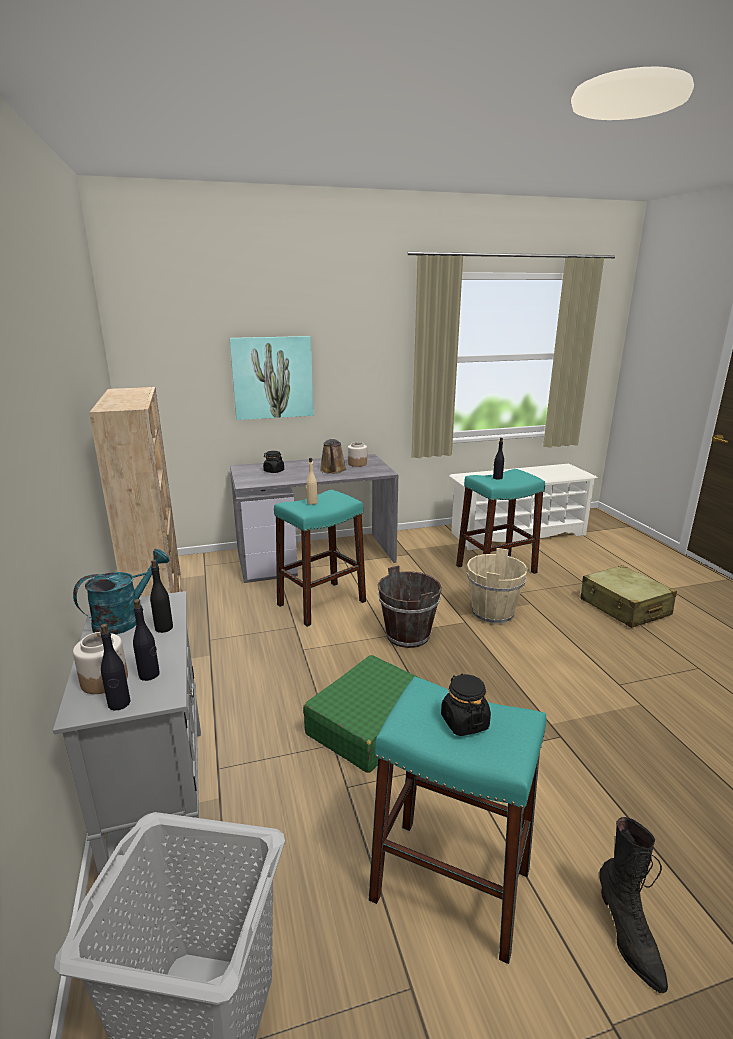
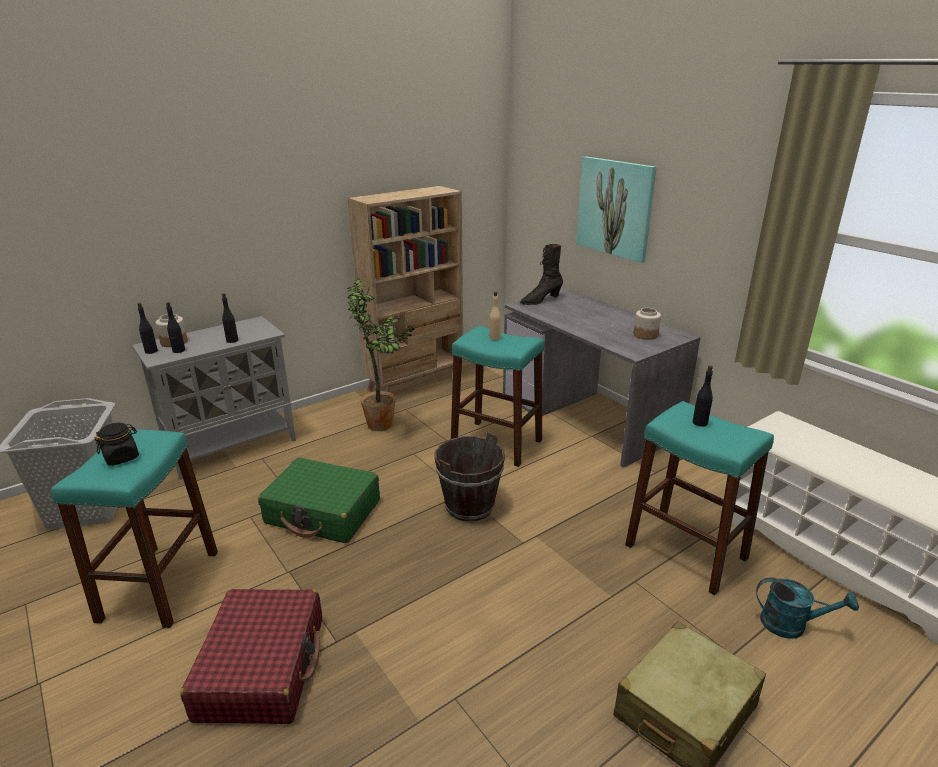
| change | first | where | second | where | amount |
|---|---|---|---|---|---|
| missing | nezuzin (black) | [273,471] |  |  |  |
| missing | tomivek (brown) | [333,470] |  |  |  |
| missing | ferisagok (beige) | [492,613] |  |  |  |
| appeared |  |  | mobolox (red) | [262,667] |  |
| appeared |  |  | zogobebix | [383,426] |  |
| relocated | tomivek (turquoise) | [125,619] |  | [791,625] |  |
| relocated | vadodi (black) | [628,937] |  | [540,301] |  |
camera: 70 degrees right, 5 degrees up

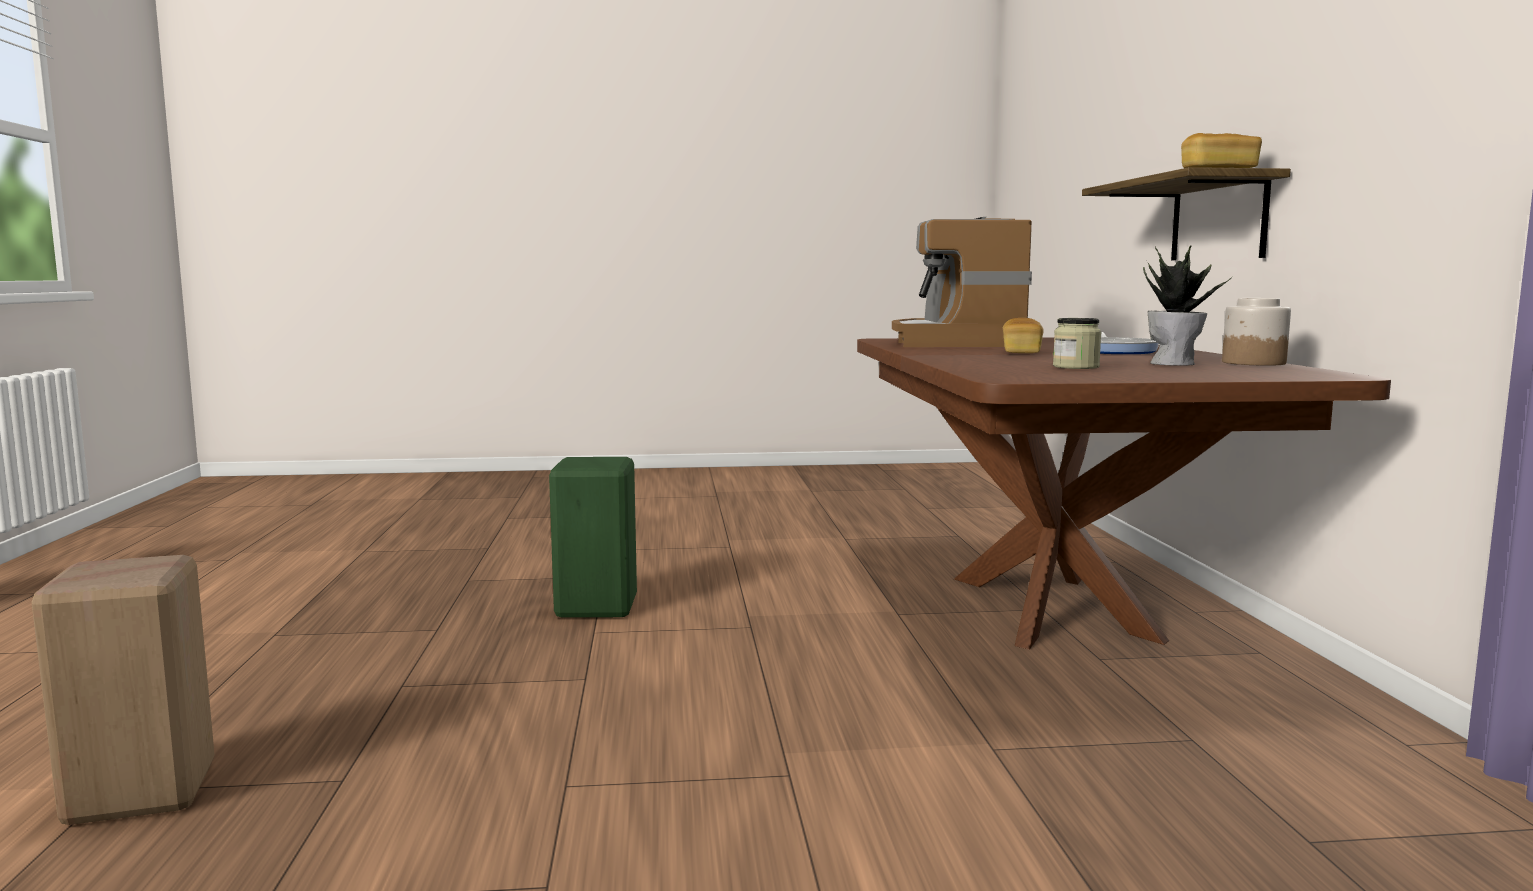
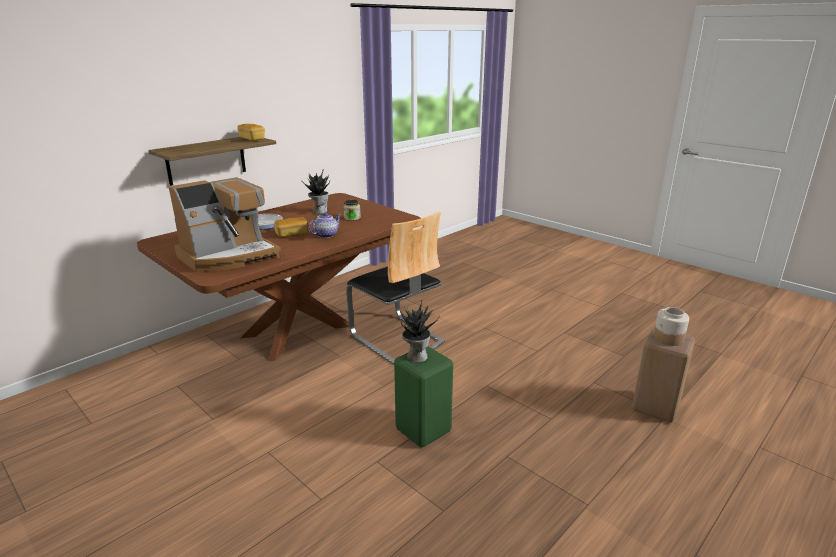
| change | first | where | second | where | amount |
|---|---|---|---|---|---|
| appeared |  |  | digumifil | [326,235] |  |
| appeared |  |  | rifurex | [396,339] |  |
| appeared |  |  | zogobebix | [416,356] |  |
| relocated | nezuzin | [1253,363] |  | [668,338] |  |
camera: 130 degrees left, 15 degrees up

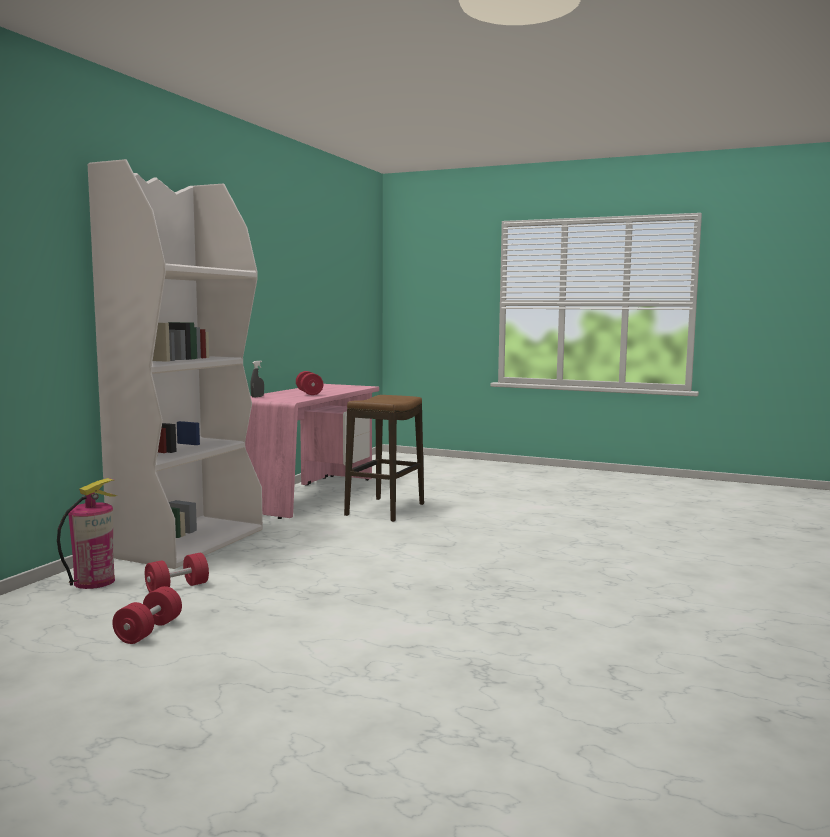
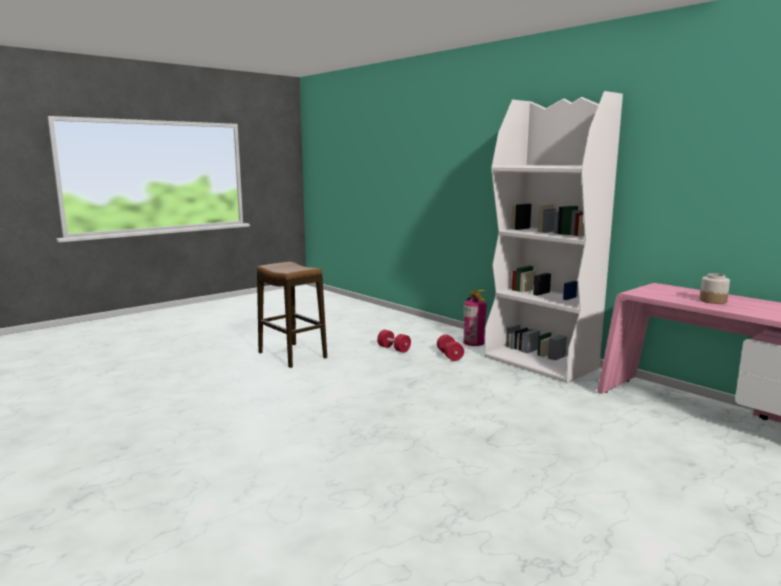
| change | first | where | second | where | amount |
|---|---|---|---|---|---|
| missing | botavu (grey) | [257,397] |  |  |  |
| relocated | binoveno | [385,510] |  | [292,355] |  |
| exchanged | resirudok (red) | [309,393] | nezuzin | [713,301] |  |
camera: 115 degrees right, 5 degrees up

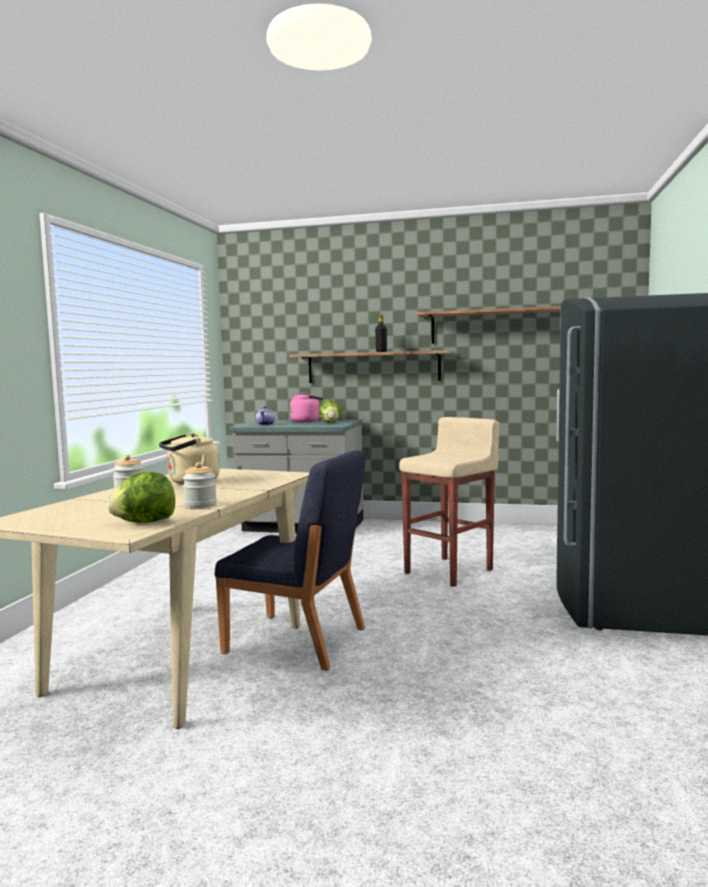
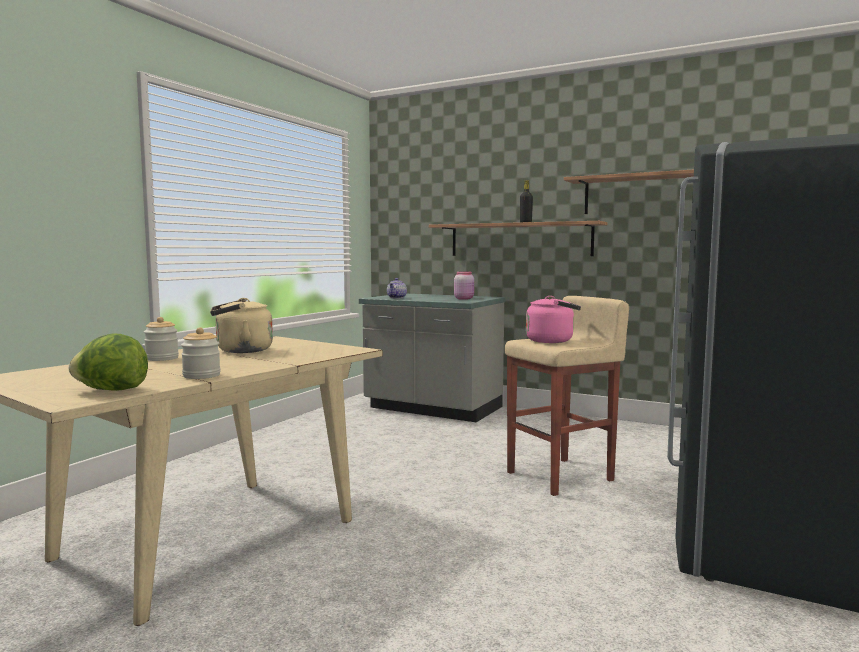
| change | first | where | second | where | amount |
|---|---|---|---|---|---|
| missing | rifurex (blue) | [297,641] |  |  |  |
| relocated | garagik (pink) | [307,421] |  | [552,341] |  |
| exchanged | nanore | [330,423] | nezuzin (pink) | [464,299] |  |
camera: 15 degrees right, 0 degrees up

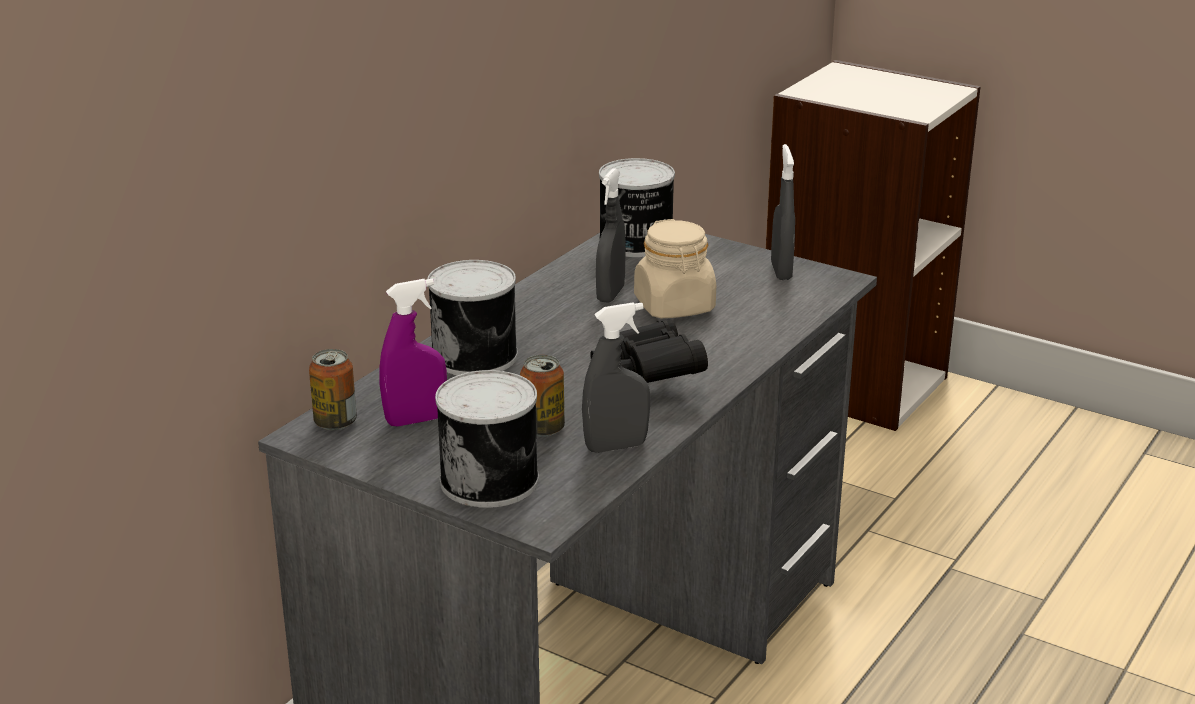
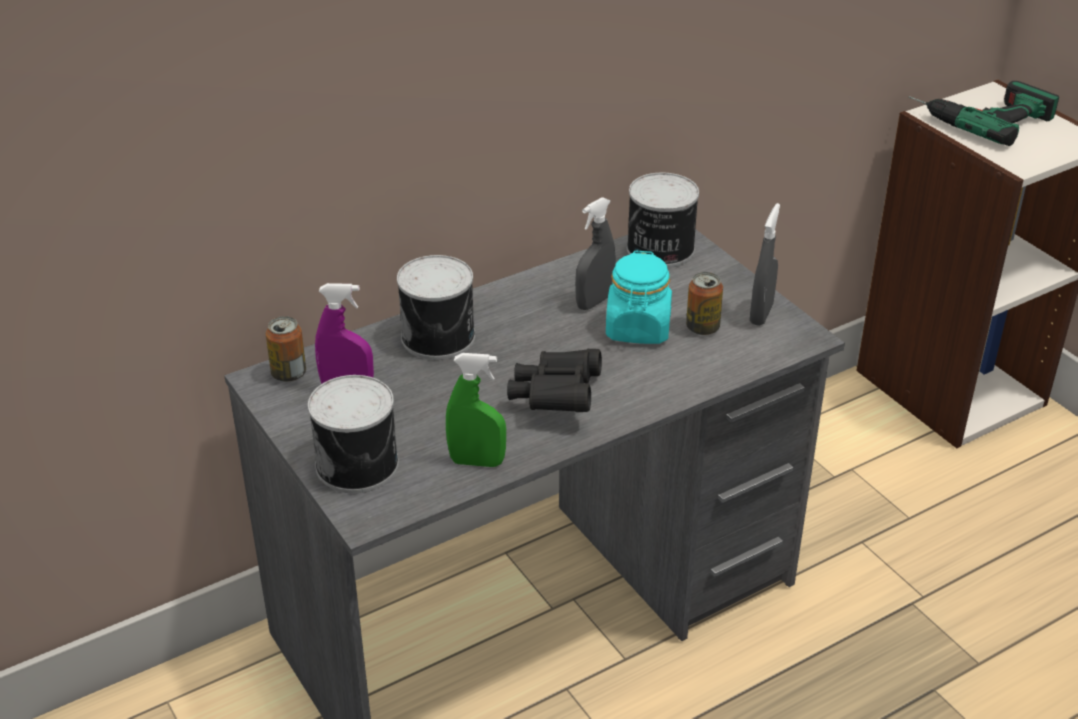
| change | first | where | second | where | amount |
|---|---|---|---|---|---|
| appeared |  |  | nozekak | [978,114] |  |
| relocated | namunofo | [543,428] |  | [702,328] |  |
| colour | botavu (grey) | [616,446] | botavu (green) | [477,462] |  |
| colour | nezuzin (beige) | [674,306] | nezuzin (turquoise) | [638,328] |  |
camera: 25 degrees right, 10 degrees up

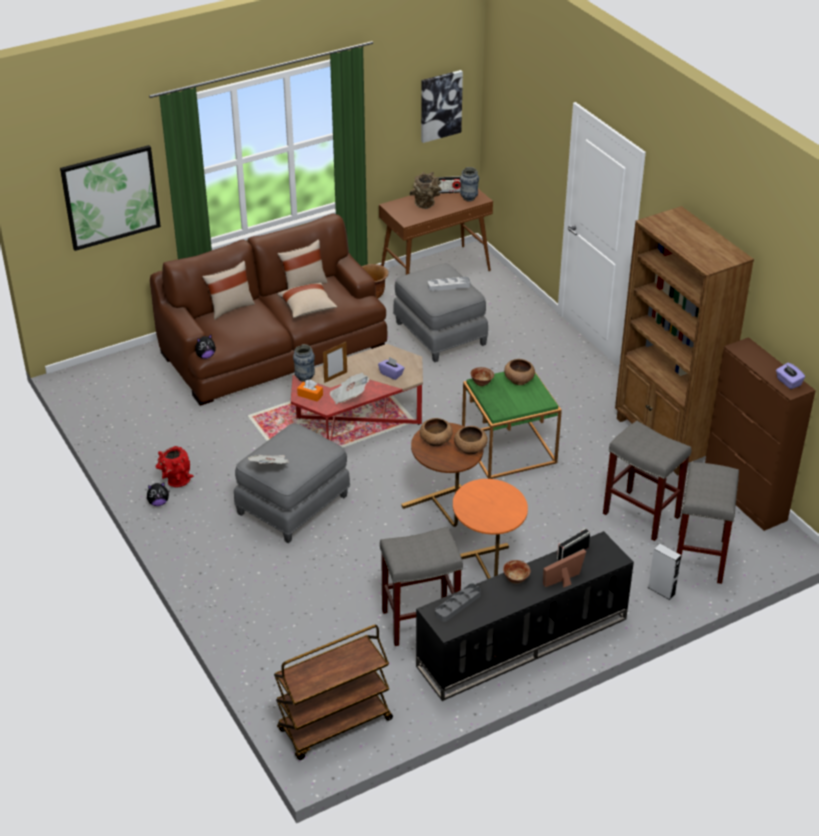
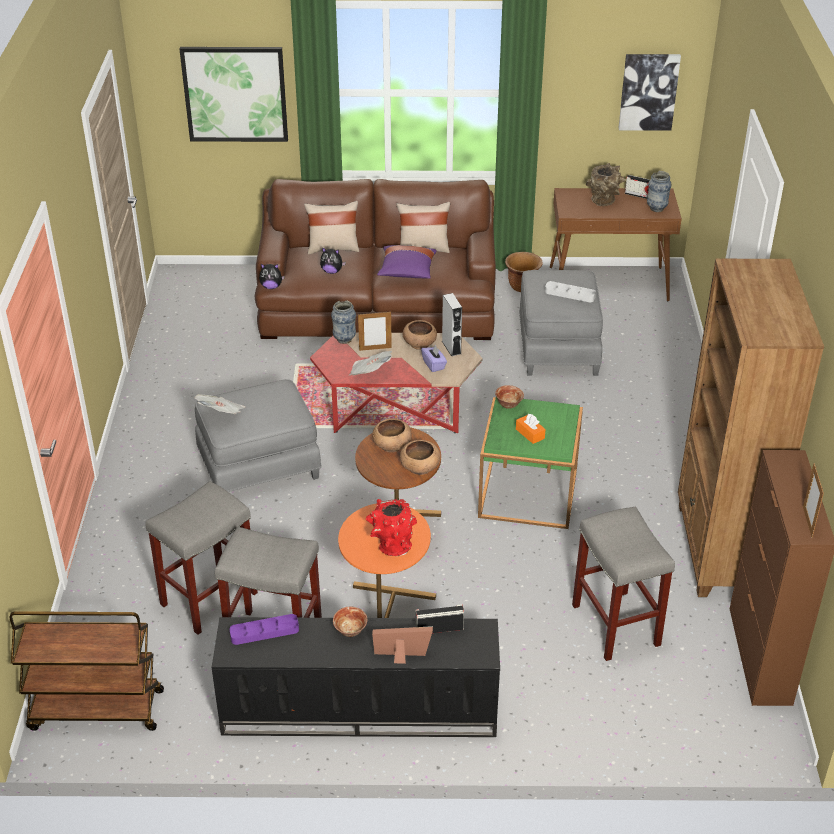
| change | first | where | second | where | amount |
|---|---|---|---|---|---|
| relocated | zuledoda | [158,503] |  | [332,271] |  |
| relocated | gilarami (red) | [176,482] |  | [391,547] |  |
| relocated | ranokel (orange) | [310,395] |  | [530,434] |  |
| relocated | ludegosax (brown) | [519,379] |  | [420,343] |  |
| relocated | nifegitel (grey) | [661,591] |  | [451,347] |  |
| relocated | binoveno (grey) | [700,558] |  | [208,599] |  |
| exchanged | ranokel (purple) | [788,382] | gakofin | [807,522] |  |
| colour | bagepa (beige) | [307,308] | bagepa (purple) | [407,272] |  |
| colour | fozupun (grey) | [458,605] | fozupun (purple) | [264,632] |  |
camera: 30 degrees right, 0 degrees up

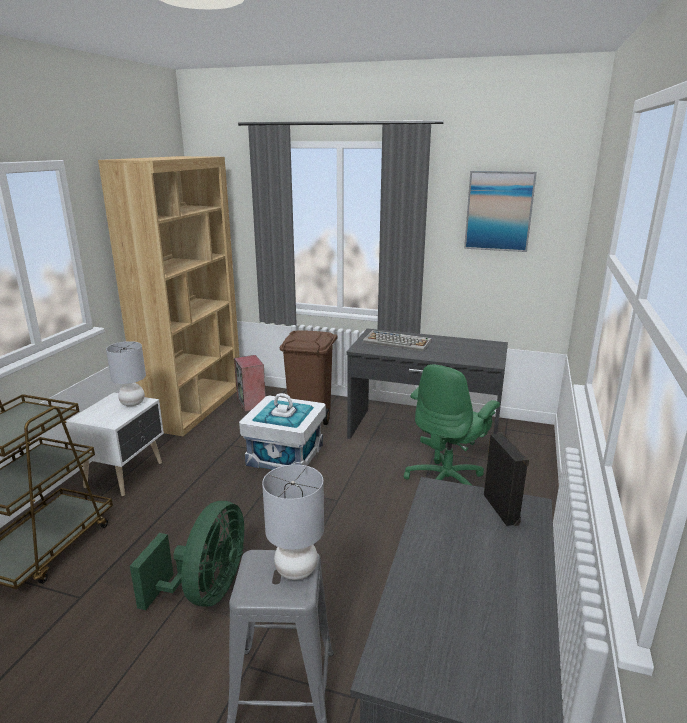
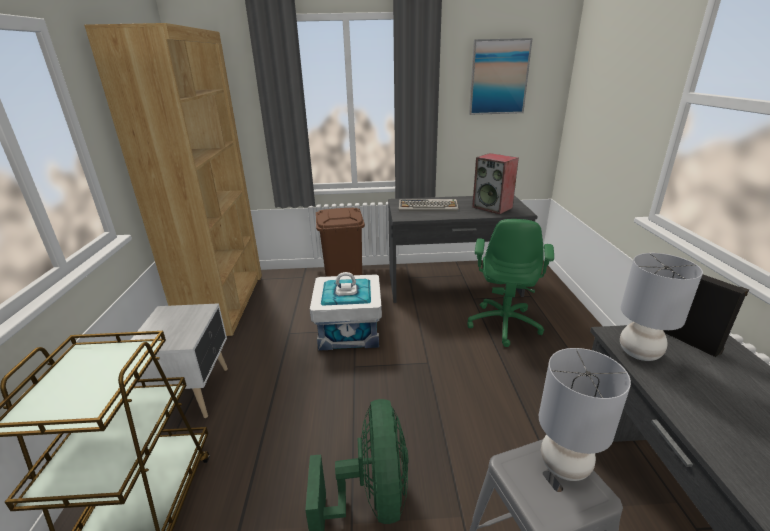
| change | first | where | second | where | amount |
|---|---|---|---|---|---|
| relocated | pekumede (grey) | [132,403] |  | [639,353] |  |
| relocated | nifegitel | [252,403] |  | [493,207] |  |
camera: 20 degrees left, 5 degrees up

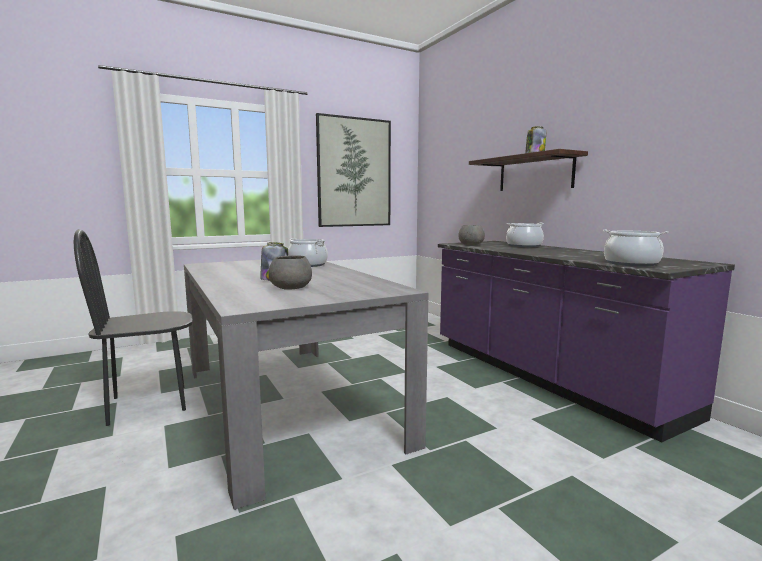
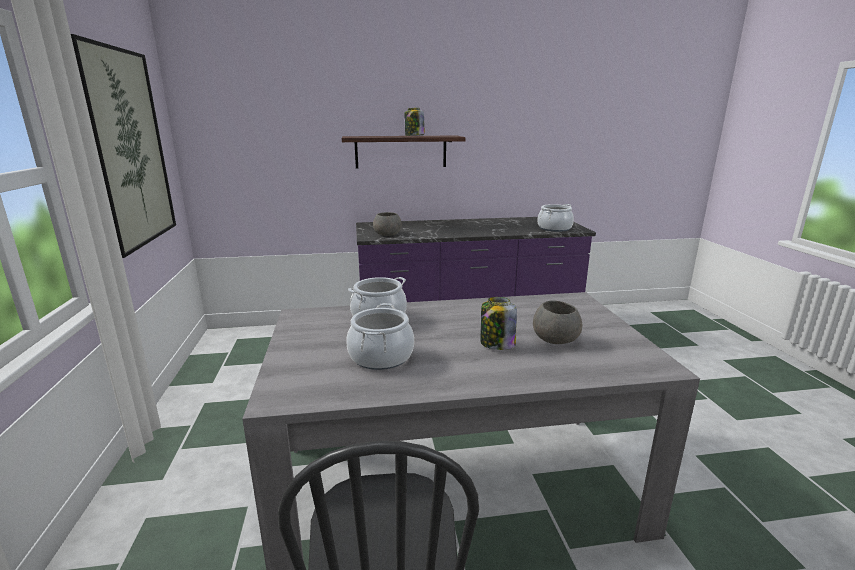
| change | first | where | second | where | amount |
|---|---|---|---|---|---|
| relocated | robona | [523,246] |  | [380,356] |  |
camera: 70 degrees left, 10 degrees up

